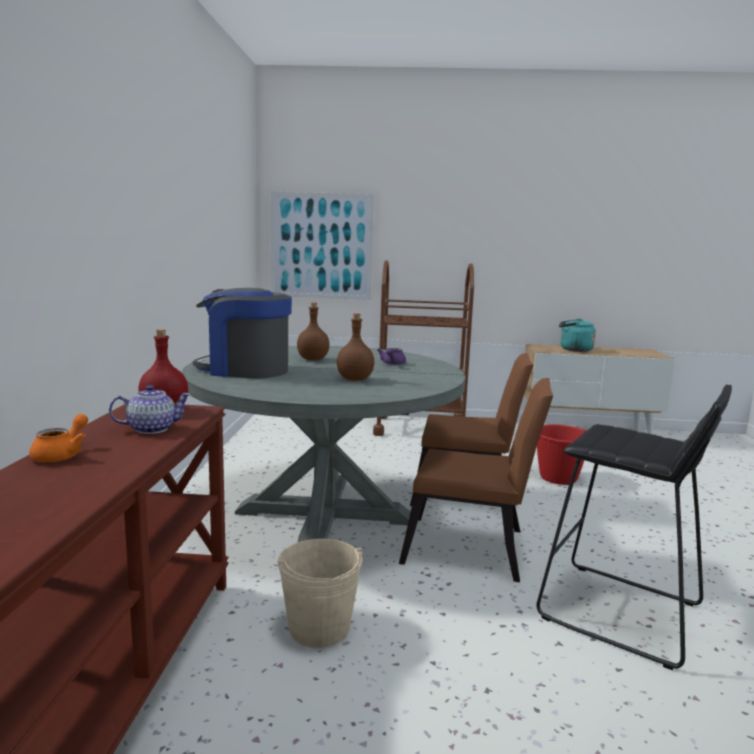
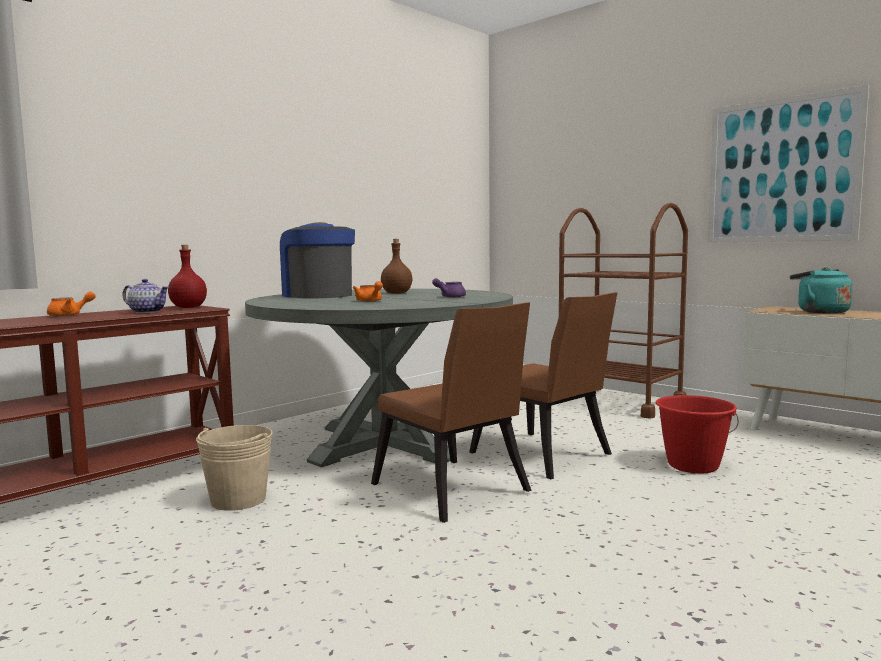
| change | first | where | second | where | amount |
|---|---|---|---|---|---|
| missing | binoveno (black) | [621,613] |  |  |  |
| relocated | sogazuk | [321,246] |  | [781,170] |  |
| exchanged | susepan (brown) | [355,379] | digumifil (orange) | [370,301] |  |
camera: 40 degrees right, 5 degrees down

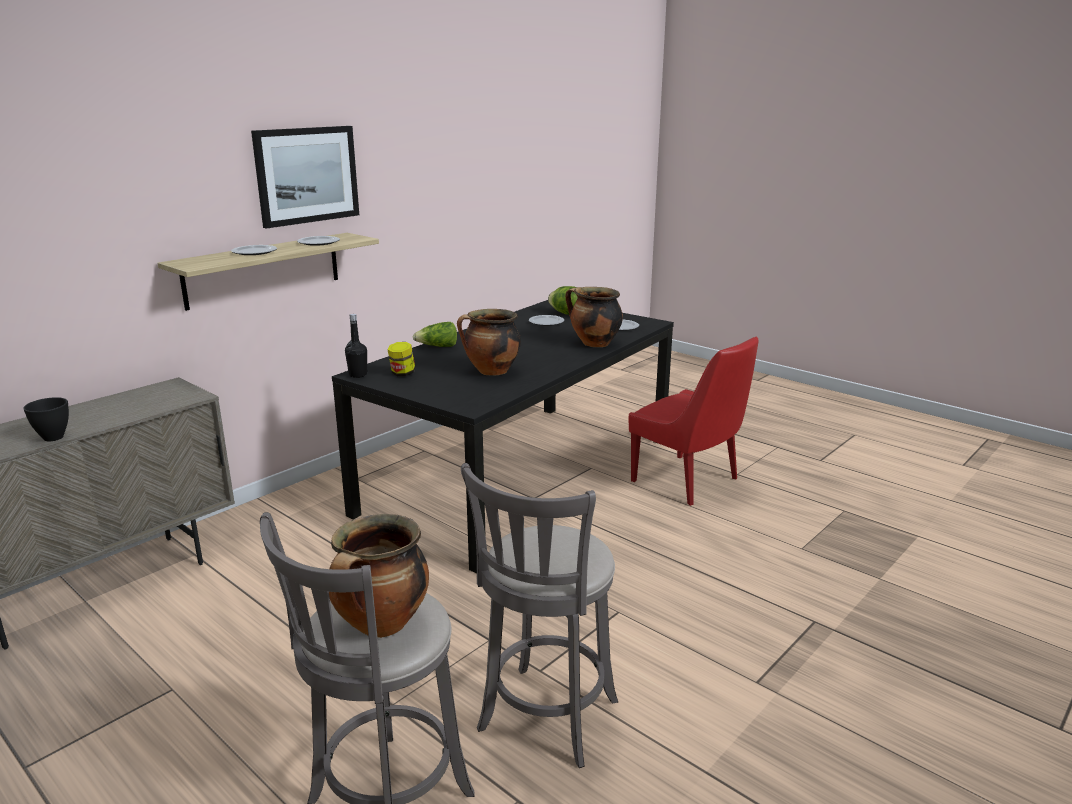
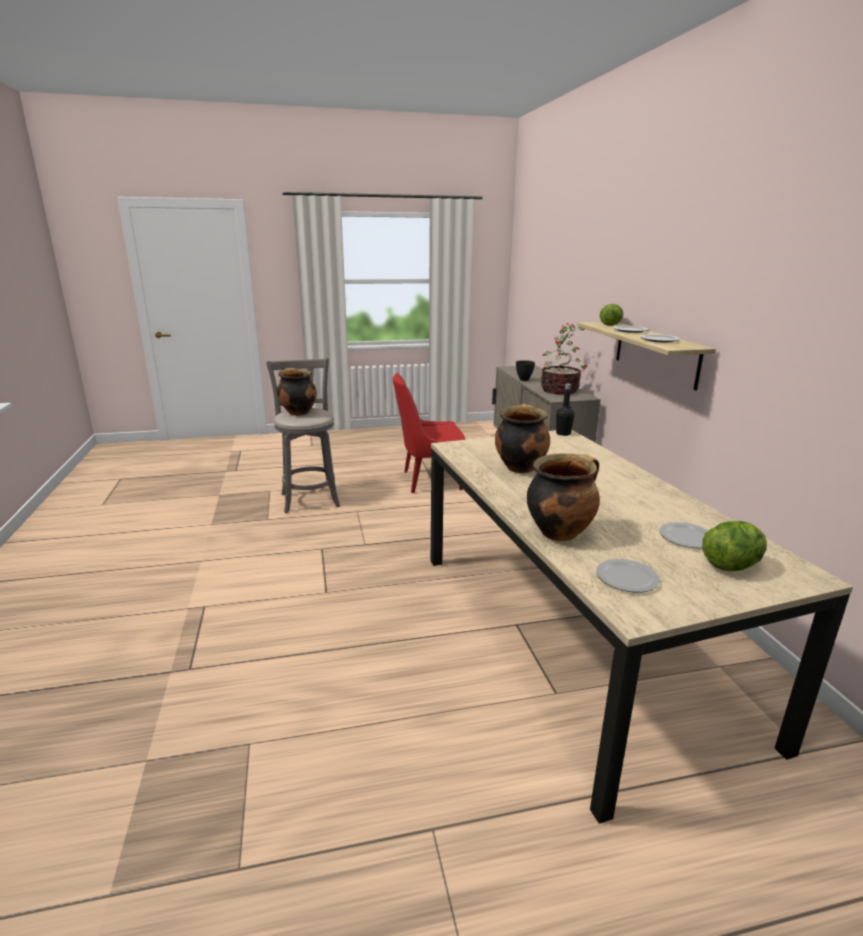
| change | first | where | second | where | amount |
|---|---|---|---|---|---|
| missing | sogazuk | [307,175] |  |  |  |
| missing | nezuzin | [402,373] |  |  |  |
| missing | binoveno (grey) | [545,720] |  |  |  |
| appeared |  |  | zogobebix | [560,390] |  |
| relocated | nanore | [438,347] |  | [610,324] |  |
| relocated | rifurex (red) | [688,481] |  | [429,480] |  |
| colour | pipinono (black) | [520,476] | pipinono (beige) | [570,636] |  |
camera: 125 degrees right, 0 degrees up

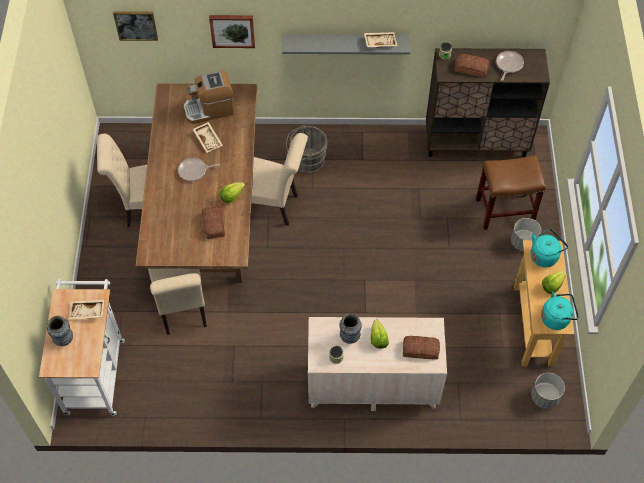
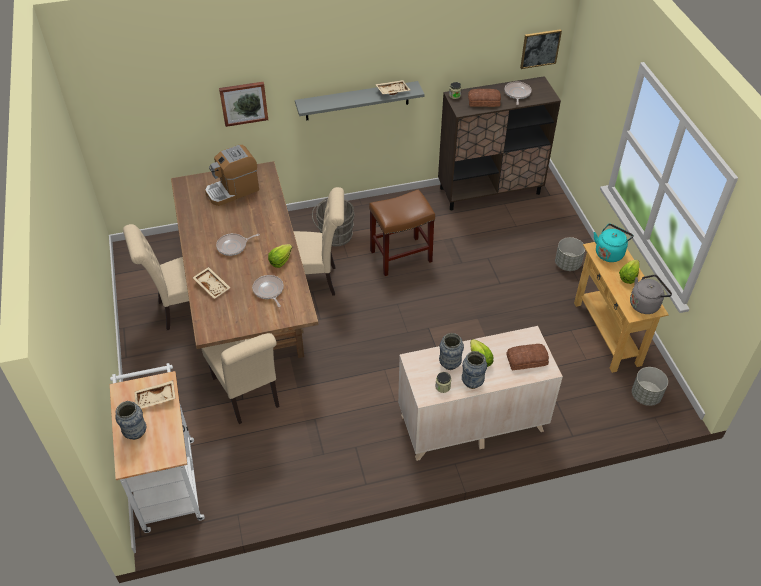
| change | first | where | second | where | amount |
|---|---|---|---|---|---|
| appeared |  |  | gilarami | [472,382] |  |
| relocated | sogazuk | [136,25] |  | [540,48] |  |
| relocated | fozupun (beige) | [208,139] |  | [212,285] |  |
| relocated | binoveno (brown) | [505,210] |  | [401,256] |  |
| exchanged | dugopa | [213,225] | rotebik | [269,291] |  |
| colour | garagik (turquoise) | [557,318] | garagik (grey) | [645,304] |  |
camera: 15 degrees left, 10 degrees down

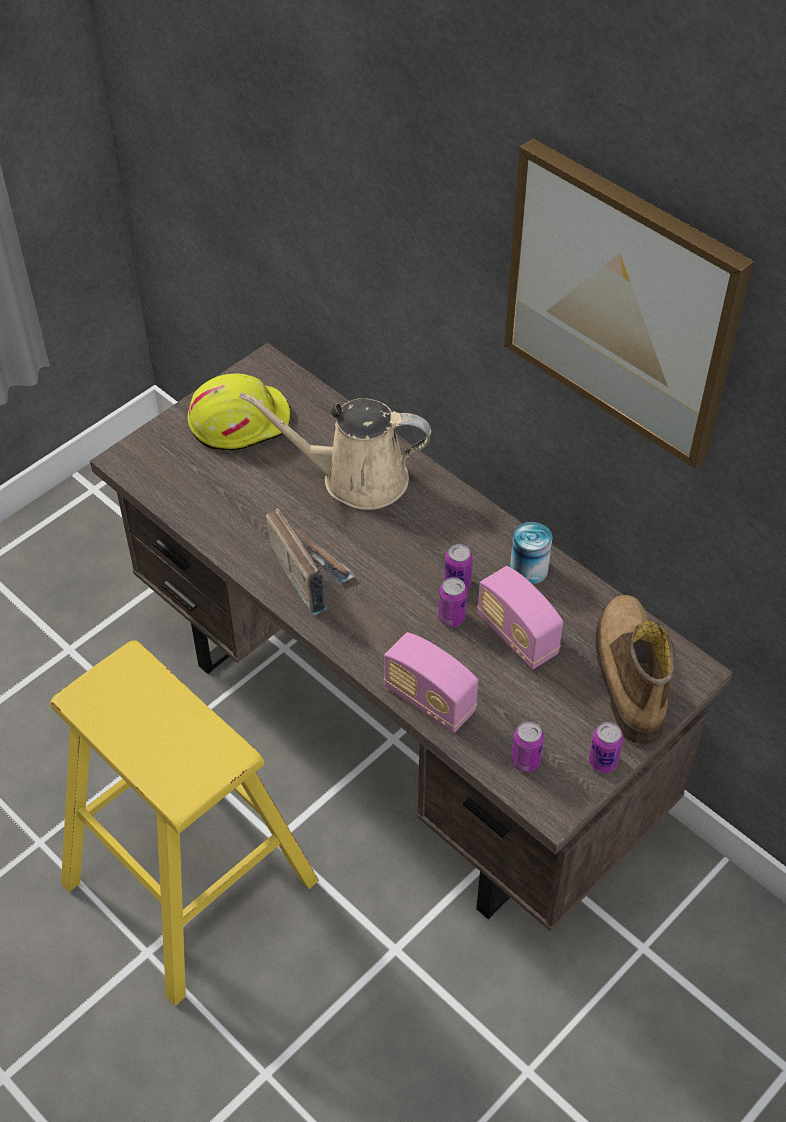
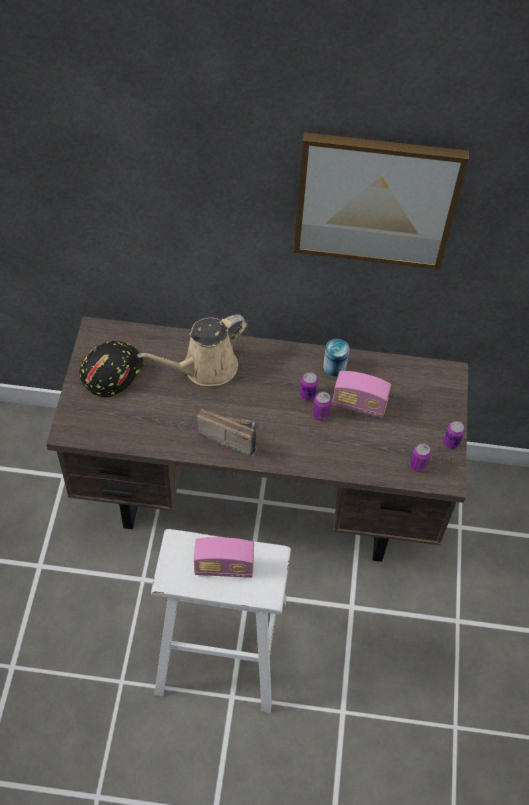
| change | first | where | second | where | amount |
|---|---|---|---|---|---|
| missing | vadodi | [627,676] |  |  |  |
| relocated | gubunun | [429,700] |  | [224,567] |  |
| colour | binoveno (yellow) | [189,882] | binoveno (white) | [221,645] |  |
| colour | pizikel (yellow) | [239,421] | pizikel (black) | [111,371] |  |
camera: 40 degrees left, 5 degrees up

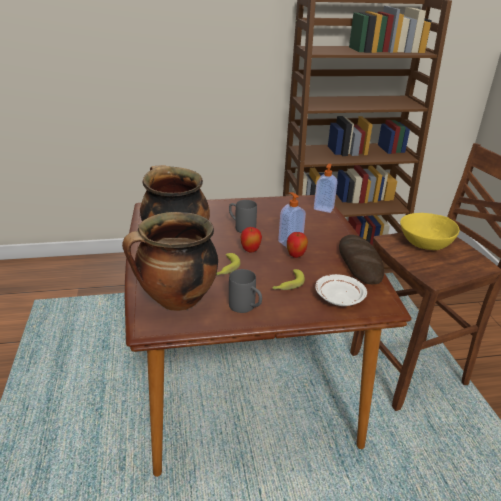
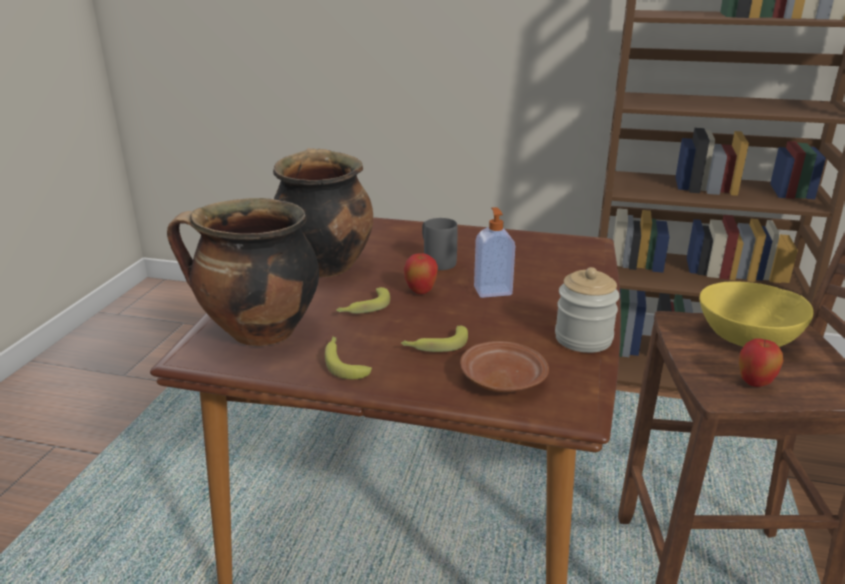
| change | first | where | second | where | amount |
|---|---|---|---|---|---|
| missing | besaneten | [323,208] |  |  |  |
| relocated | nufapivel | [295,256] |  | [754,383] |  |
| exchanged | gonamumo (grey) | [246,308] | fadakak | [344,362] |  |
| exchanged | dugopa | [359,263] | nezuzin | [583,339] |  |
| colour | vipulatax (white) | [338,297] | vipulatax (brown) | [501,379] |  |
camera: 25 degrees right, 5 degrees down

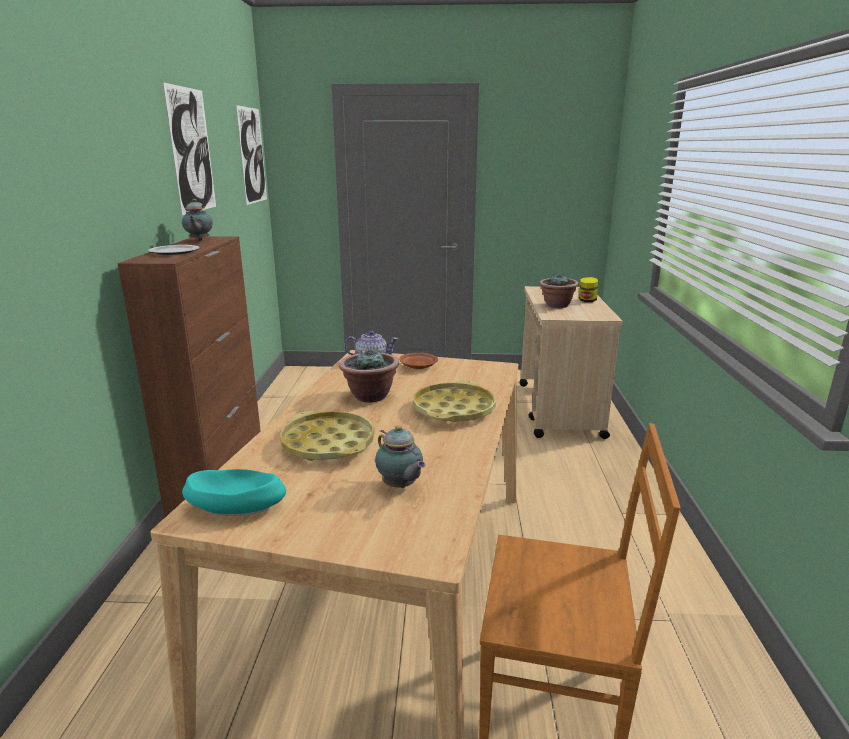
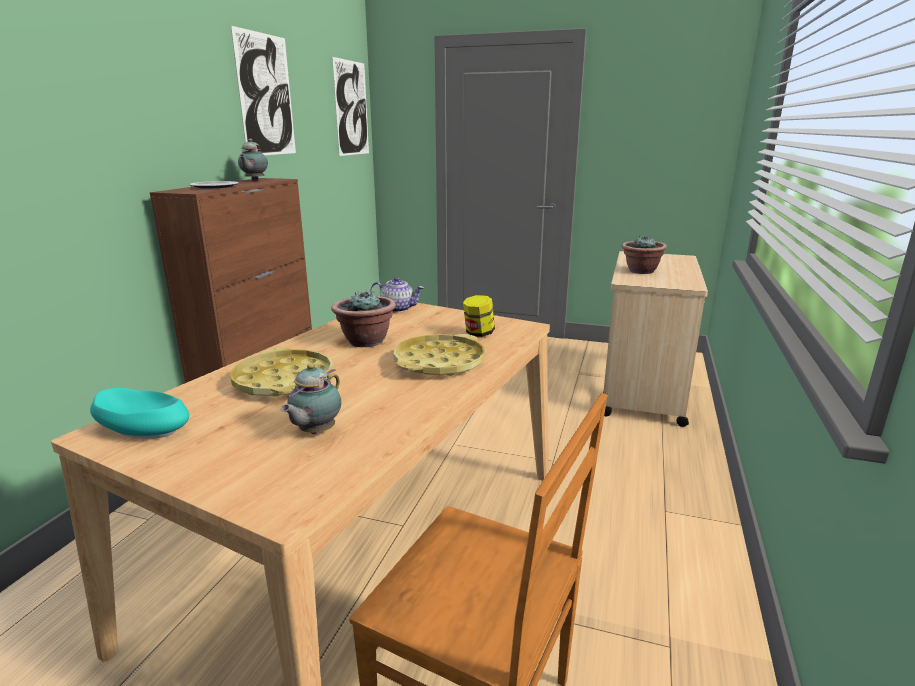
| change | first | where | second | where | amount |
|---|---|---|---|---|---|
| missing | vipulatax (brown) | [418,366] |  |  |  |
| relocated | nezuzin | [587,301] |  | [478,333] |  |
| spun | digumifil | [400,486] |  | [315,432] | 45 degrees clockwise |
camera: 15 degrees right, 0 degrees up

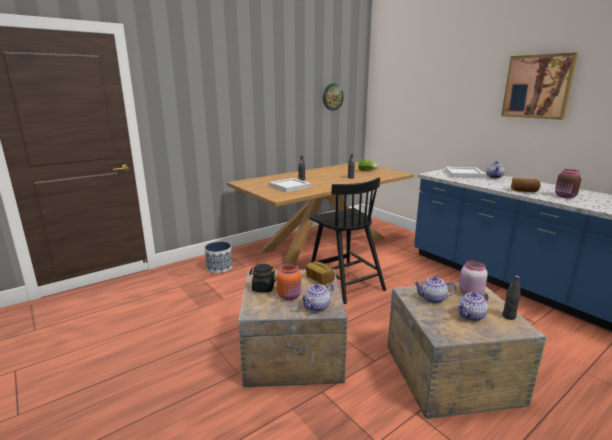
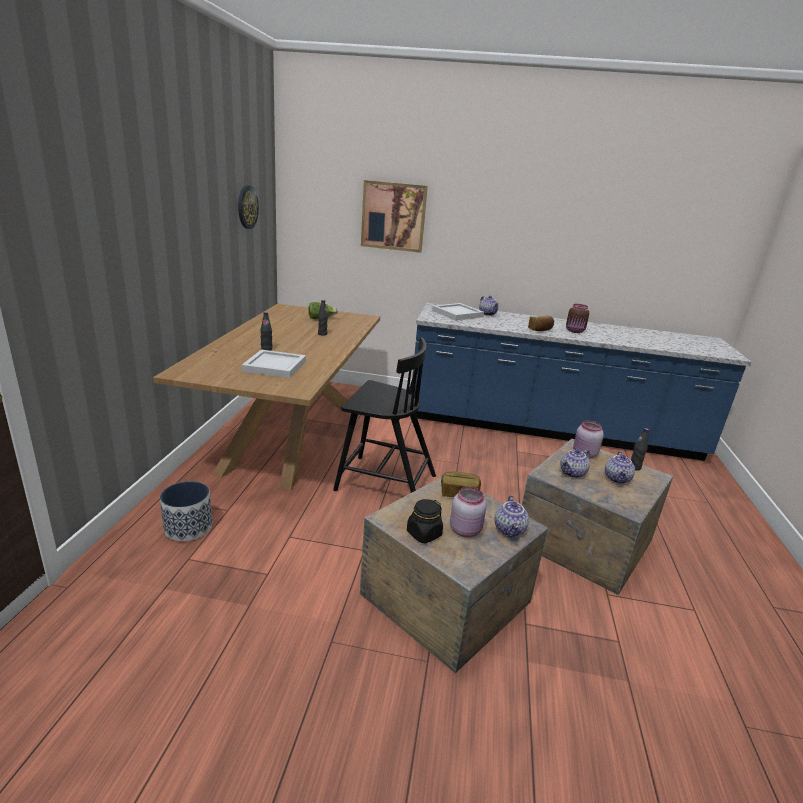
| change | first | where | second | where | amount |
|---|---|---|---|---|---|
| relocated | sogazuk | [537,86] |  | [393,216] |  |
| colour | nezuzin (orange) | [290,296] | nezuzin (pink) | [466,530] |  |
camera: 45 degrees left, 5 degrees up

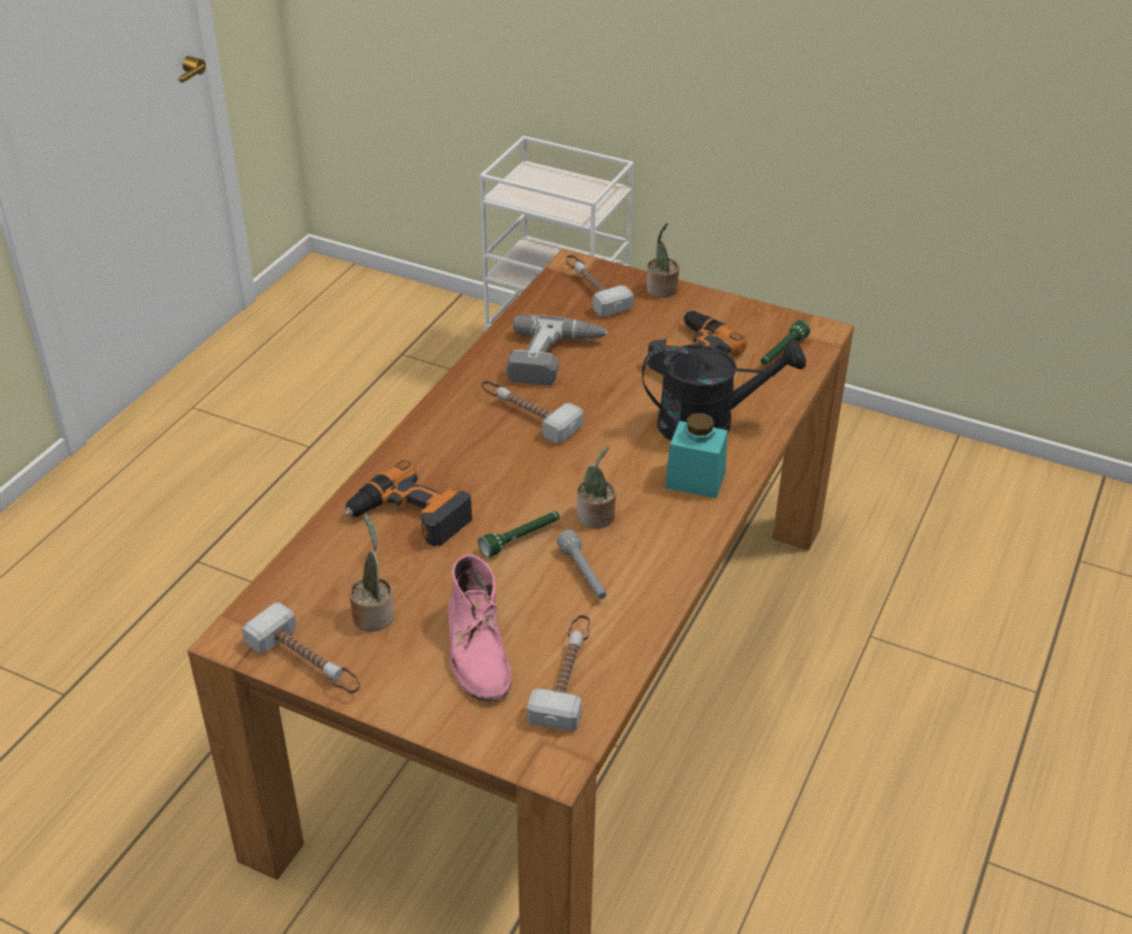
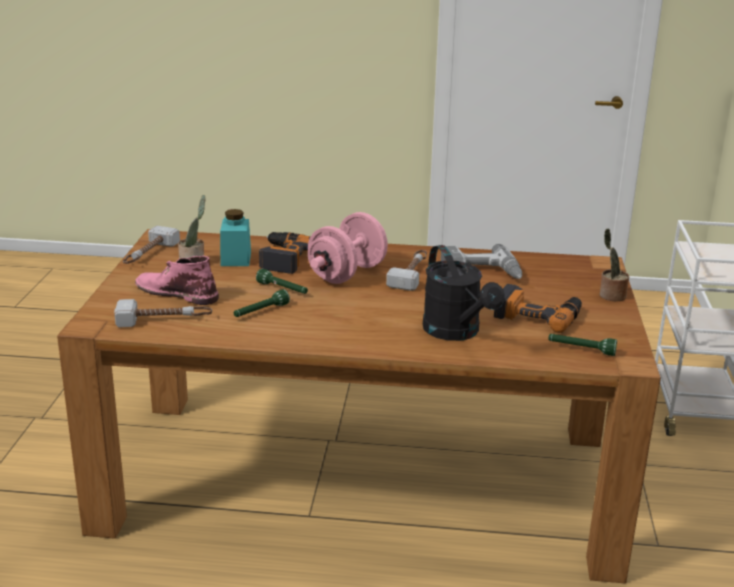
| change | first | where | second | where | amount |
|---|---|---|---|---|---|
| missing | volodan | [592,289] |  |  |  |
| missing | zogobebix | [596,518] |  |  |  |
| appeared |  |  | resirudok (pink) | [347,273] |  |
| relocated | nezuzin (turquoise) | [695,479] |  | [236,259] |  |
| colour | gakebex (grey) | [583,574] | gakebex (green) | [260,312] |  |
| spun | vadodi (pink) | [478,650] |  | [176,292] | 60 degrees clockwise |
camera: 70 degrees right, 15 degrees down

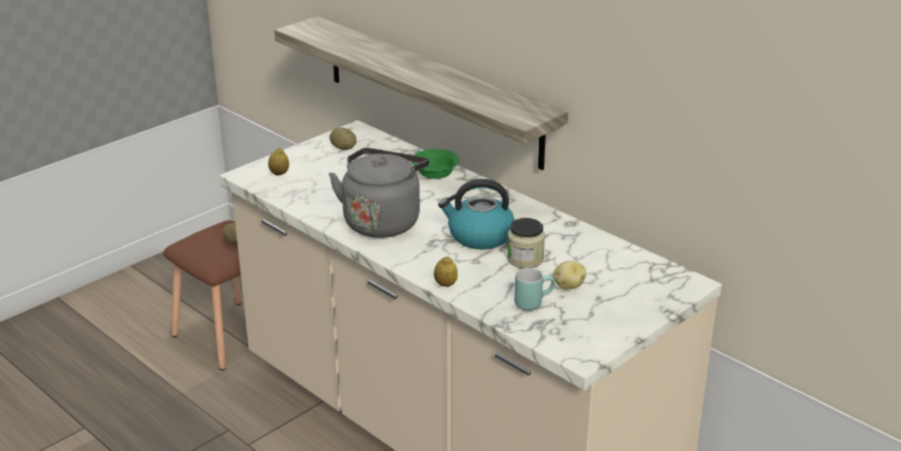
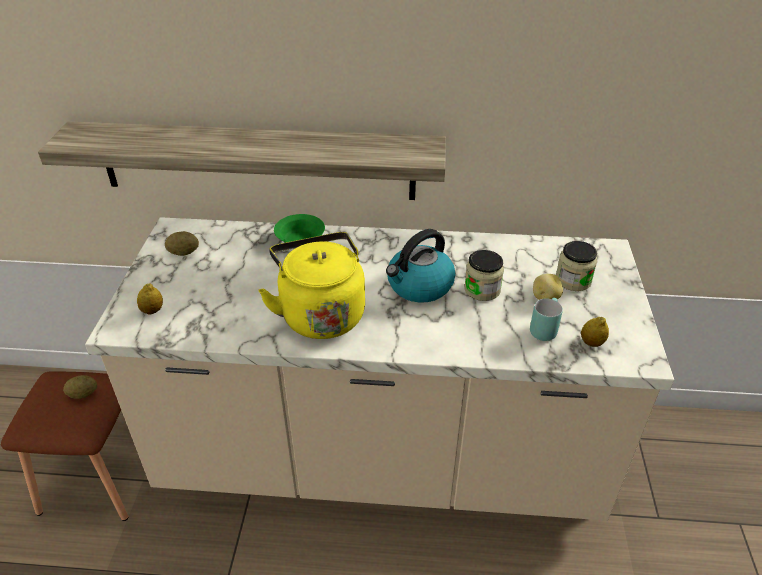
| change | first | where | second | where | amount |
|---|---|---|---|---|---|
| appeared |  |  | nezuzin | [573,280] |  |
| relocated | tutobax | [445,284] |  | [591,343] |  |
| colour | garagik (grey) | [383,221] | garagik (yellow) | [320,313] |  |
camera: 40 degrees left, 10 degrees up

